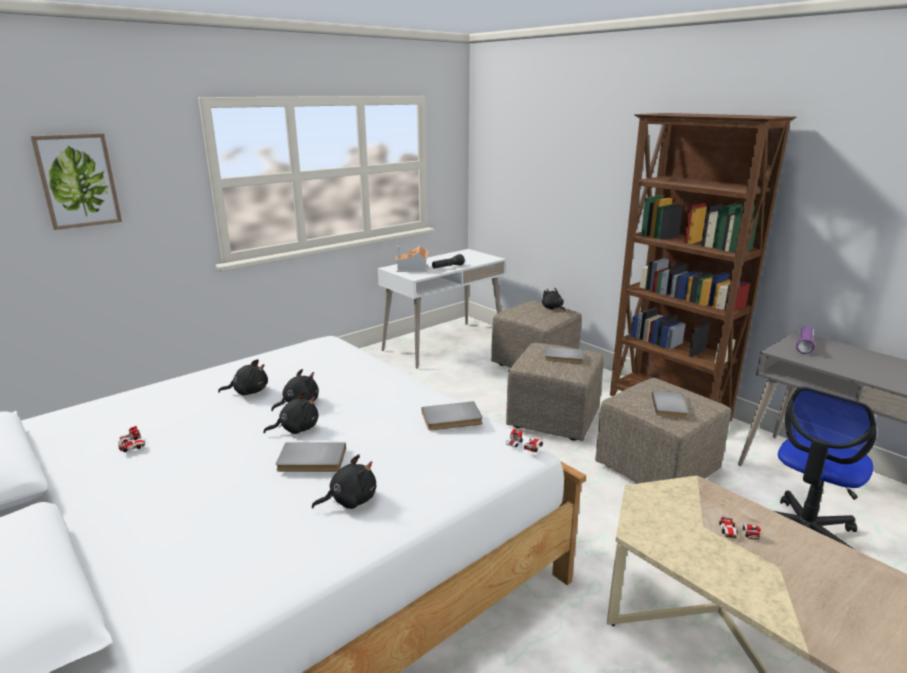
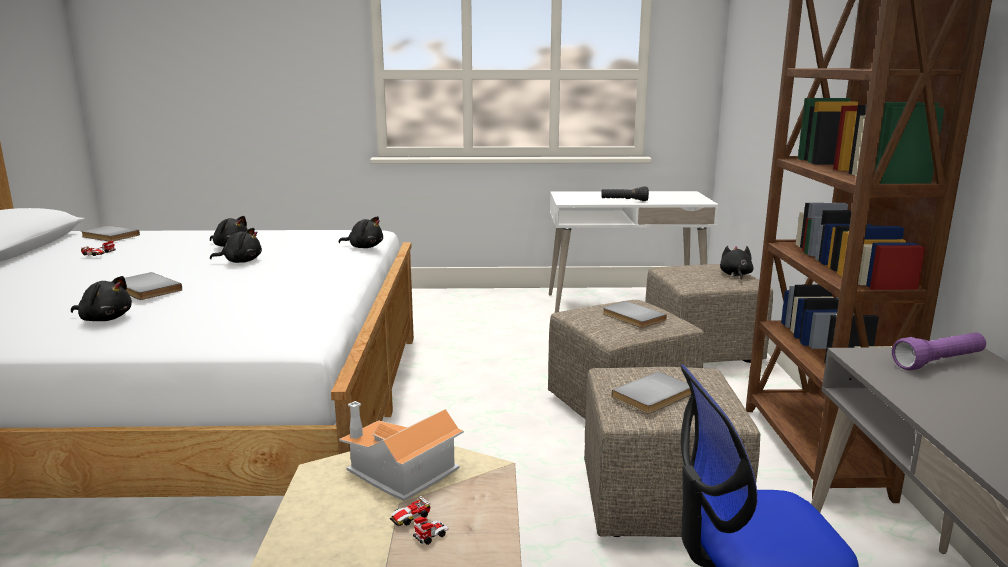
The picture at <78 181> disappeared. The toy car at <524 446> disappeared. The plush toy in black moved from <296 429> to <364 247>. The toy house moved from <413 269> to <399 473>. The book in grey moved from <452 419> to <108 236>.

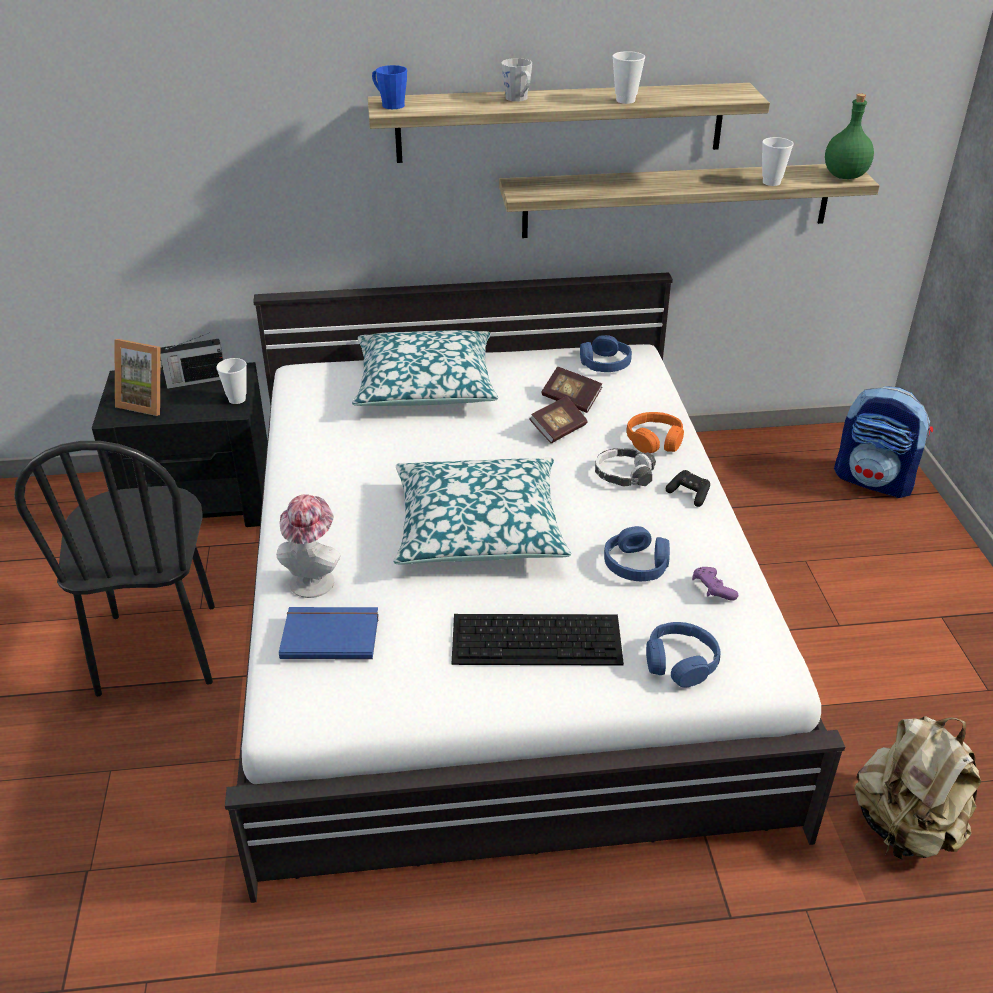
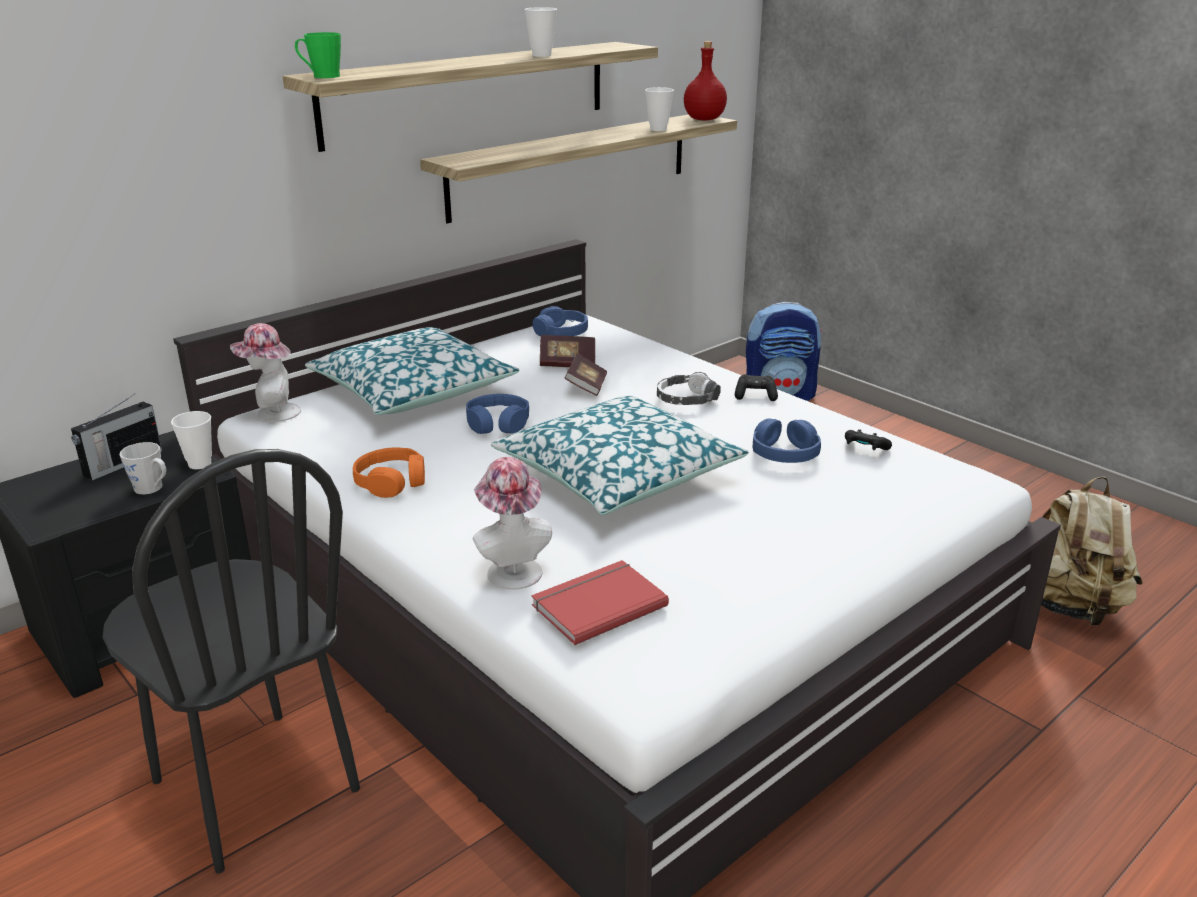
The picture frame at <147 402> disappeared. The keyboard at <538 639> disappeared. The hat at <273 413> appeared. The mug in grey moved from <518 99> to <152 489>. The headphones in orange moved from <654 441> to <391 482>. The headphones in blue moved from <680 662> to <498 423>. The book in blue at <330 634> became the book in red at <597 604>. The mug in blue at <389 104> became the mug in green at <321 76>. The game controller in purple at <712 590> became the game controller in black at <864 449>. The bottle in green at <844 176> became the bottle in red at <704 119>.

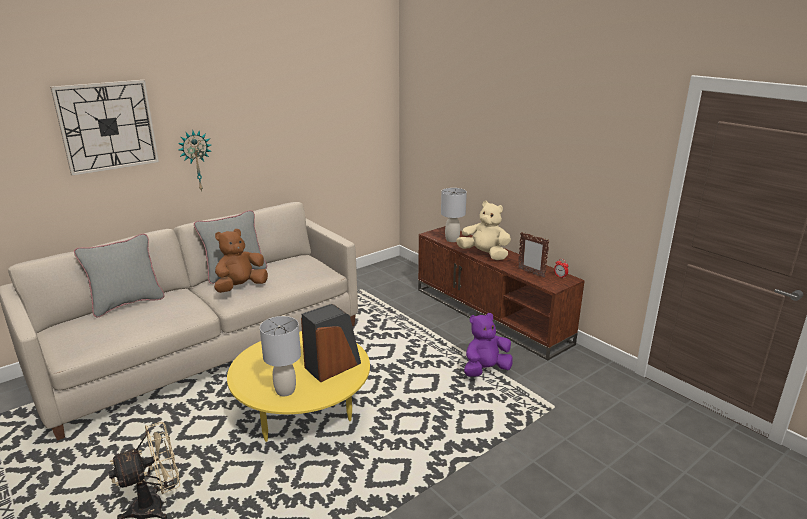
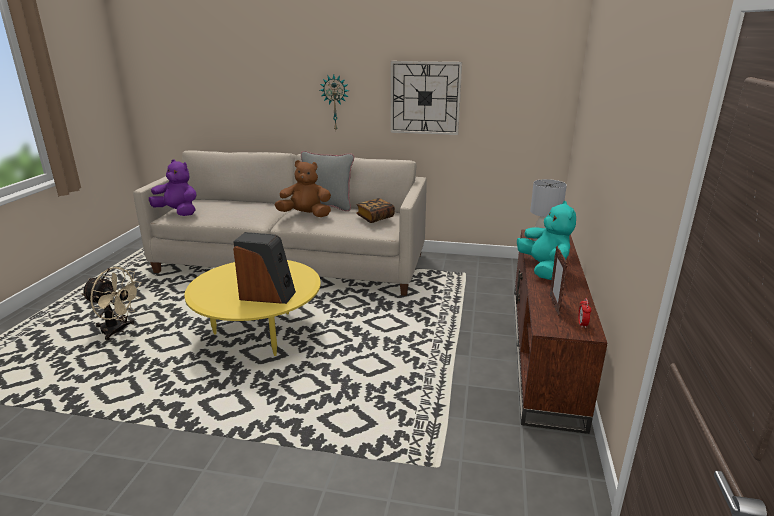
The pillow in grey at <127 303> disappeared. The table lamp in grey at <285 391> disappeared. The book at <375 217> appeared. The wall clock moved from <107 126> to <425 98>. The plush toy in purple moved from <485 370> to <178 212>. The plush toy in beige at <484 254> became the plush toy in turquoise at <544 269>.

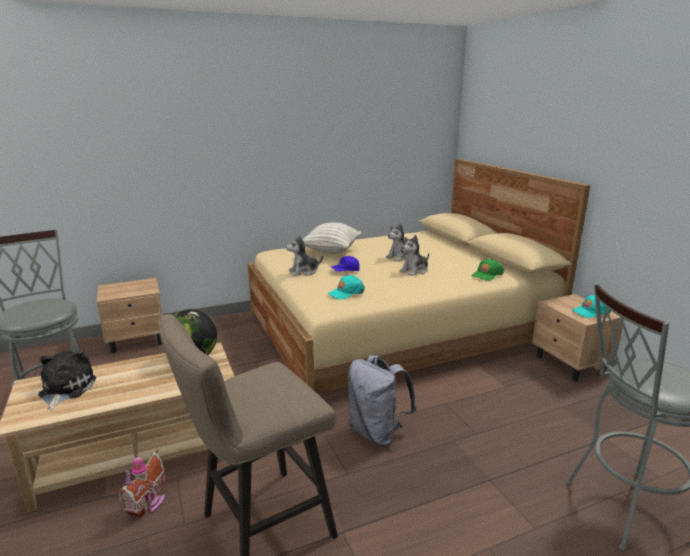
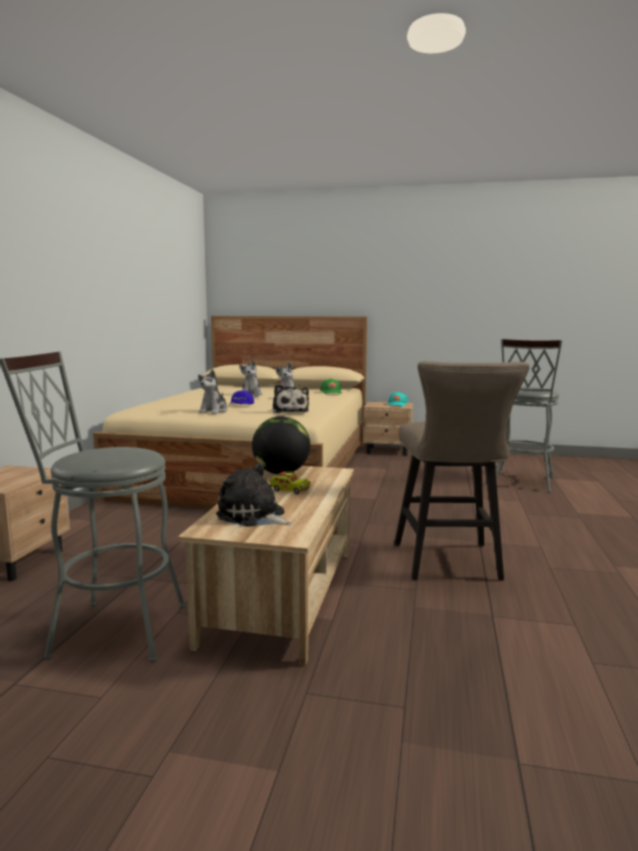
The toy house at <149 503> disappeared. The pillow at <331 251> disappeared. The backpack in grey at <377 432> disappeared. The toy truck at <289 490> appeared. The cap in turquoise at <346 293> was replaced by the plush toy at <290 411>.

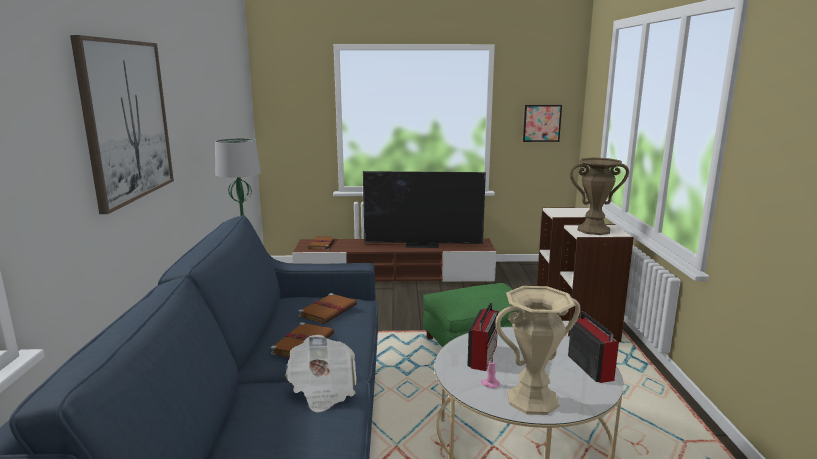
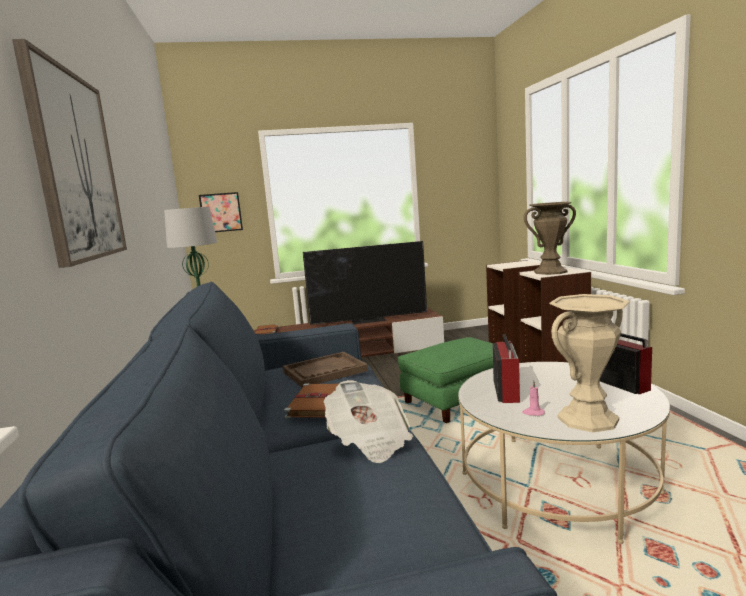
The picture moved from <542 123> to <221 212>. The book in brown at <329 310> was replaced by the tray in brown at <324 371>.

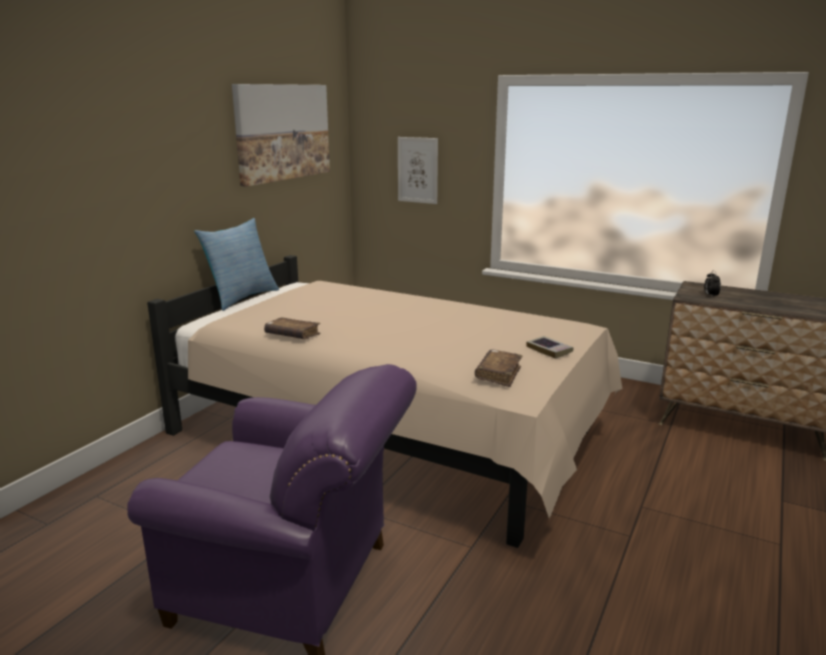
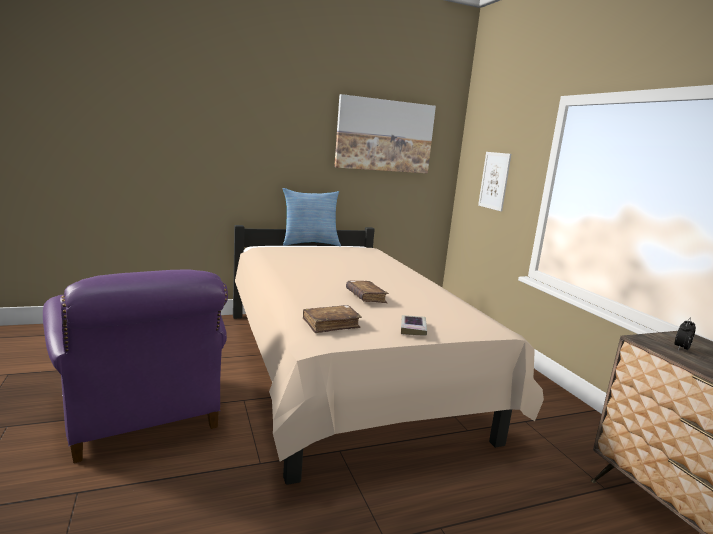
The book in brown moved from <292 335> to <365 297>.

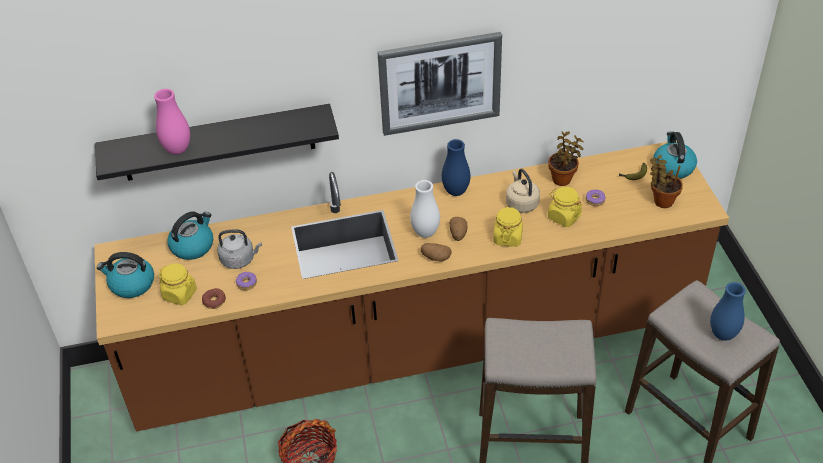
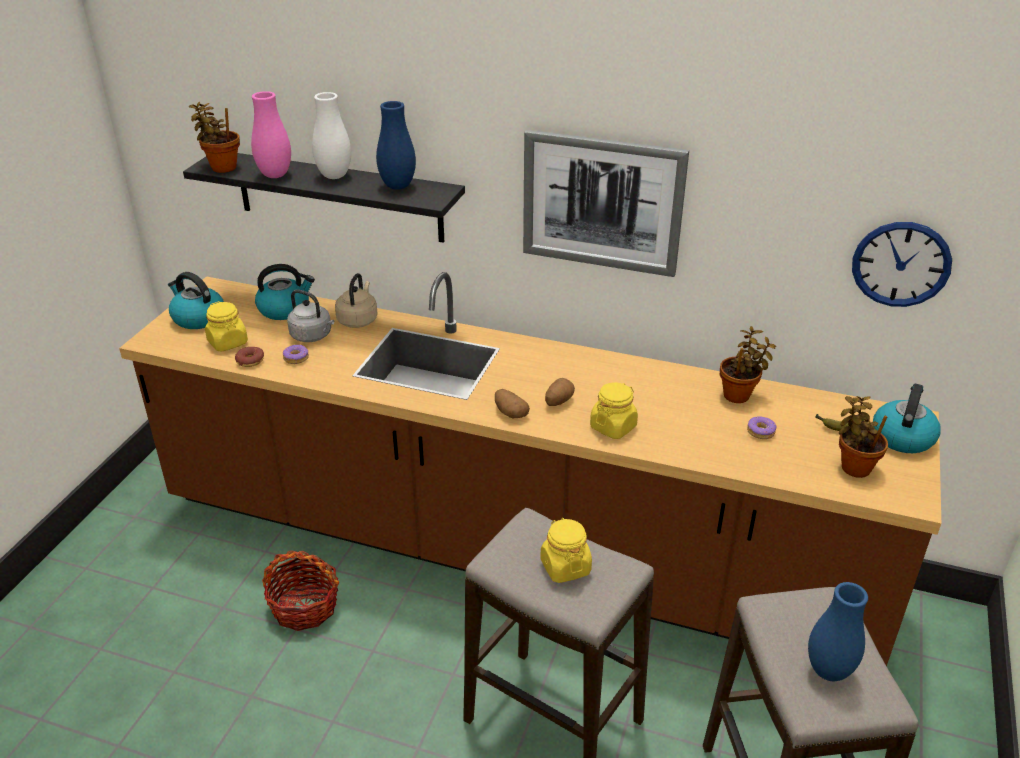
The potted plant at <221 167> appeared. The wall clock at <901 264> appeared. The vase in white moved from <425 233> to <334 176>. The vase in blue moved from <456 191> to <398 186>. The kettle in beige moved from <521 203> to <358 319>. The jar in yellow moved from <563 217> to <565 567>.

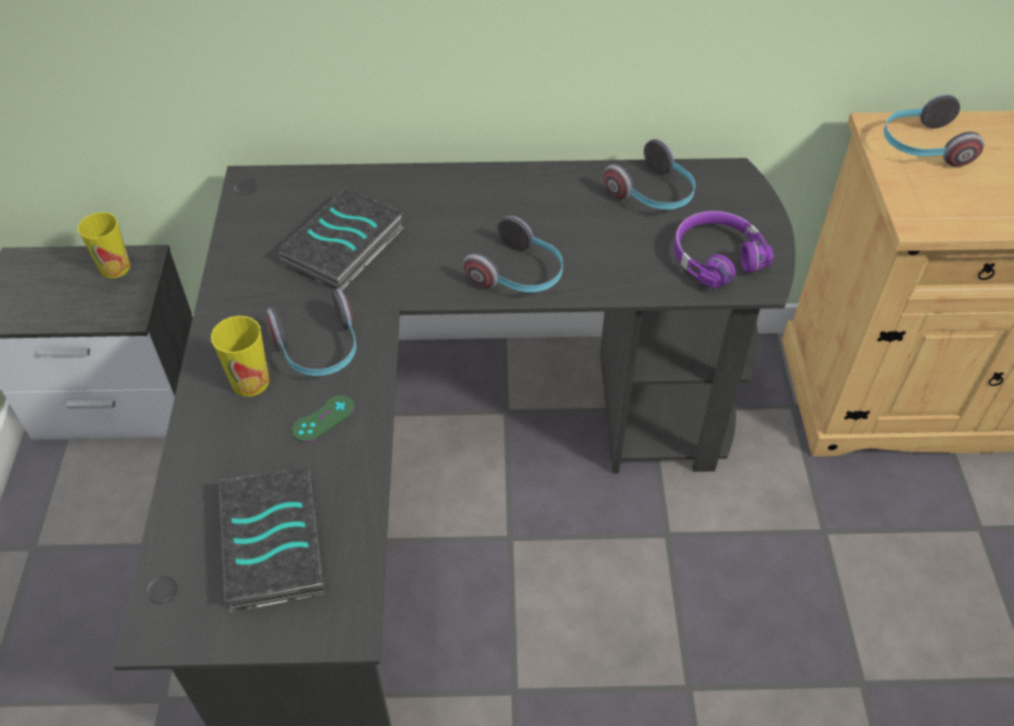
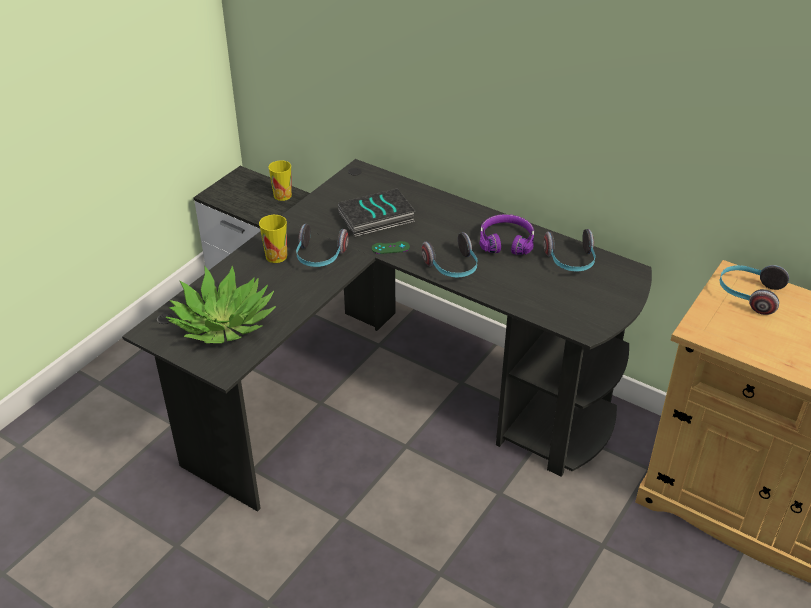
The game controller in green moved from <323 419> to <390 248>. The headphones in purple moved from <715 257> to <506 241>. The book at <270 542> was replaced by the potted plant at <224 323>.

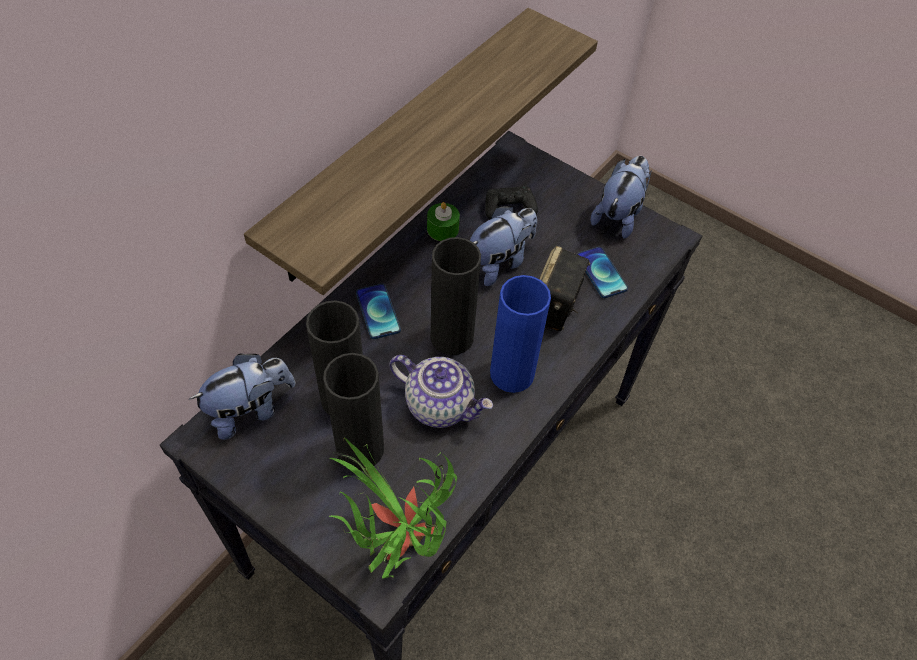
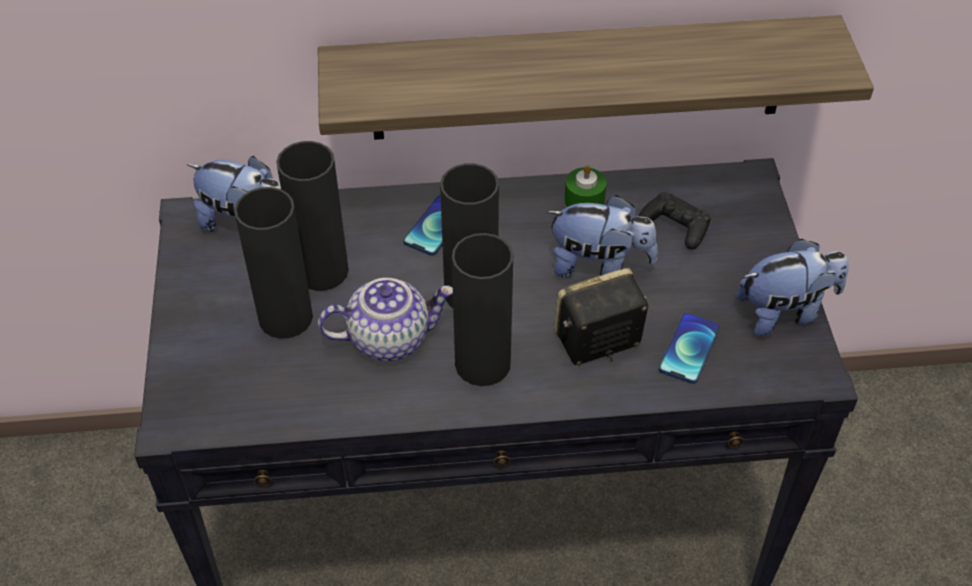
The potted plant at <396 545> disappeared. The vase in blue at <512 373> became the vase in black at <482 364>. The teapot at <440 404> turned 90 degrees counterclockwise.

